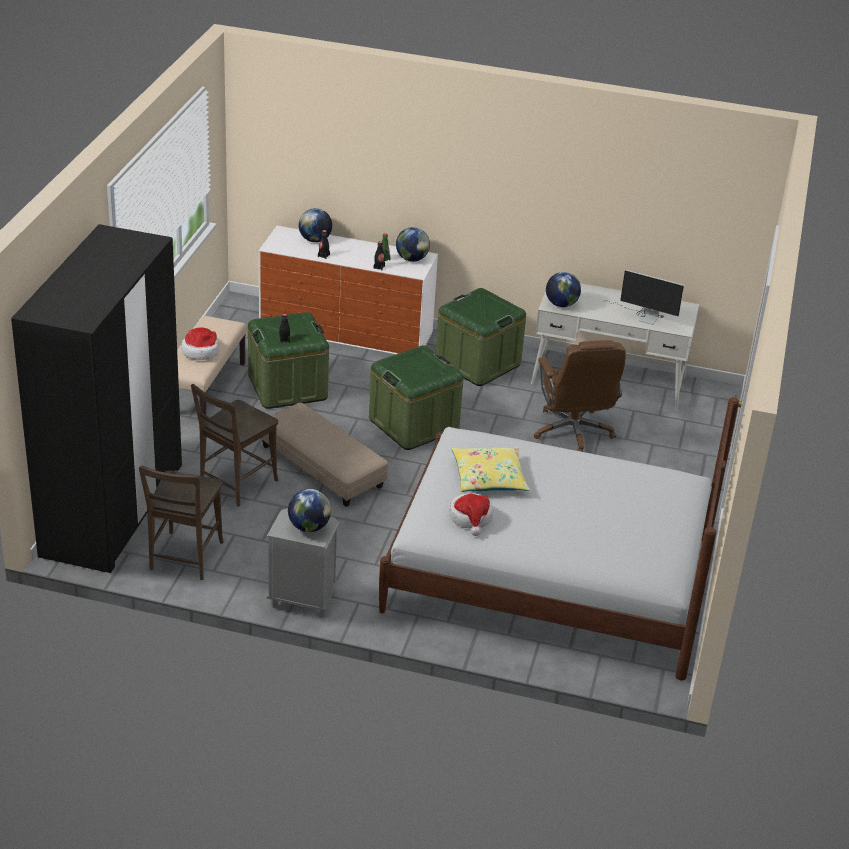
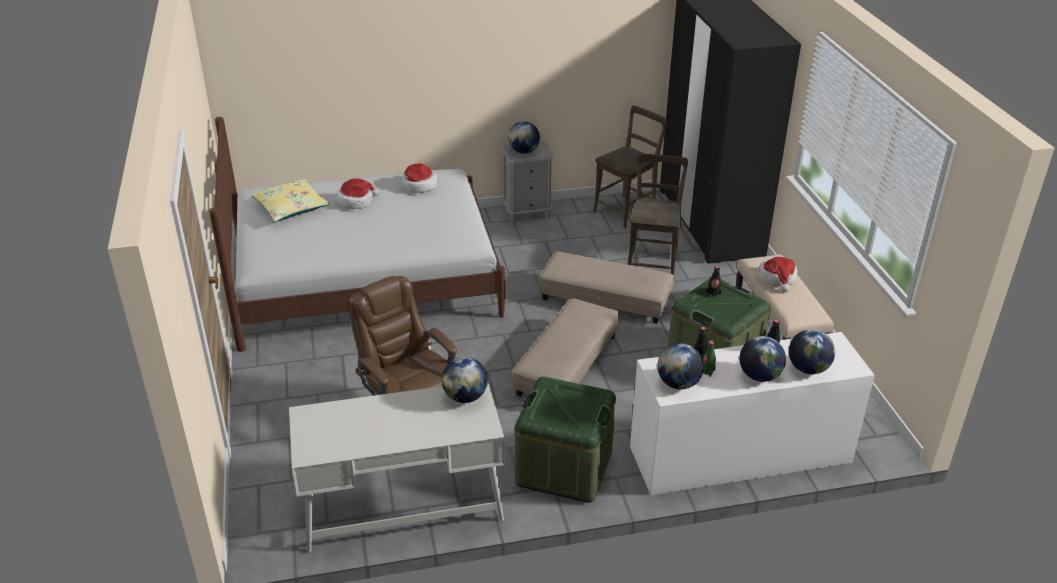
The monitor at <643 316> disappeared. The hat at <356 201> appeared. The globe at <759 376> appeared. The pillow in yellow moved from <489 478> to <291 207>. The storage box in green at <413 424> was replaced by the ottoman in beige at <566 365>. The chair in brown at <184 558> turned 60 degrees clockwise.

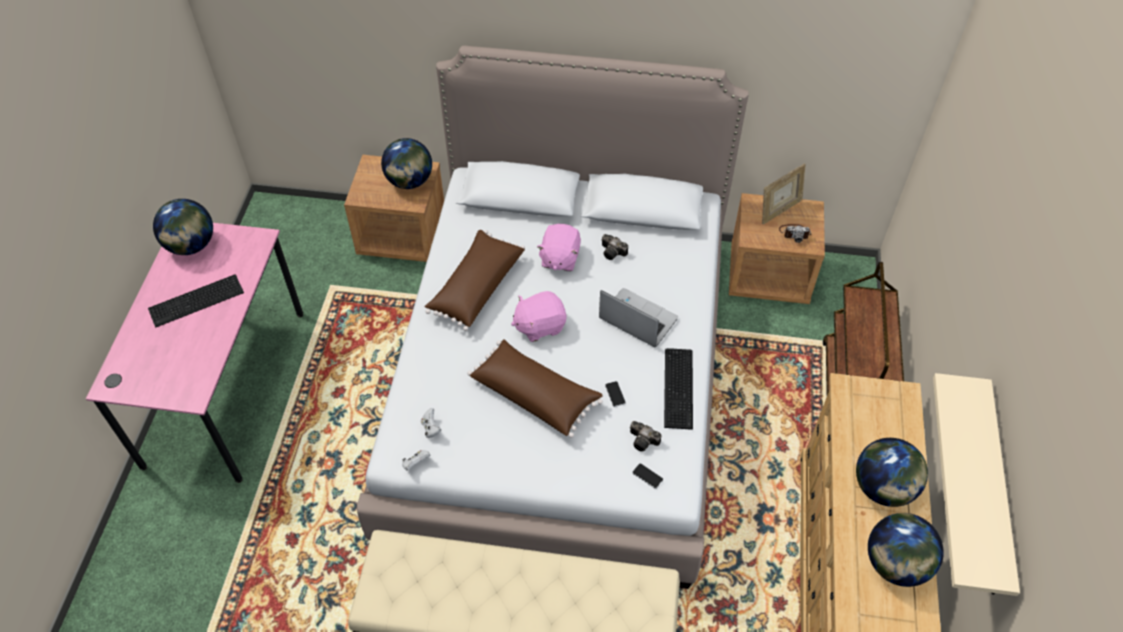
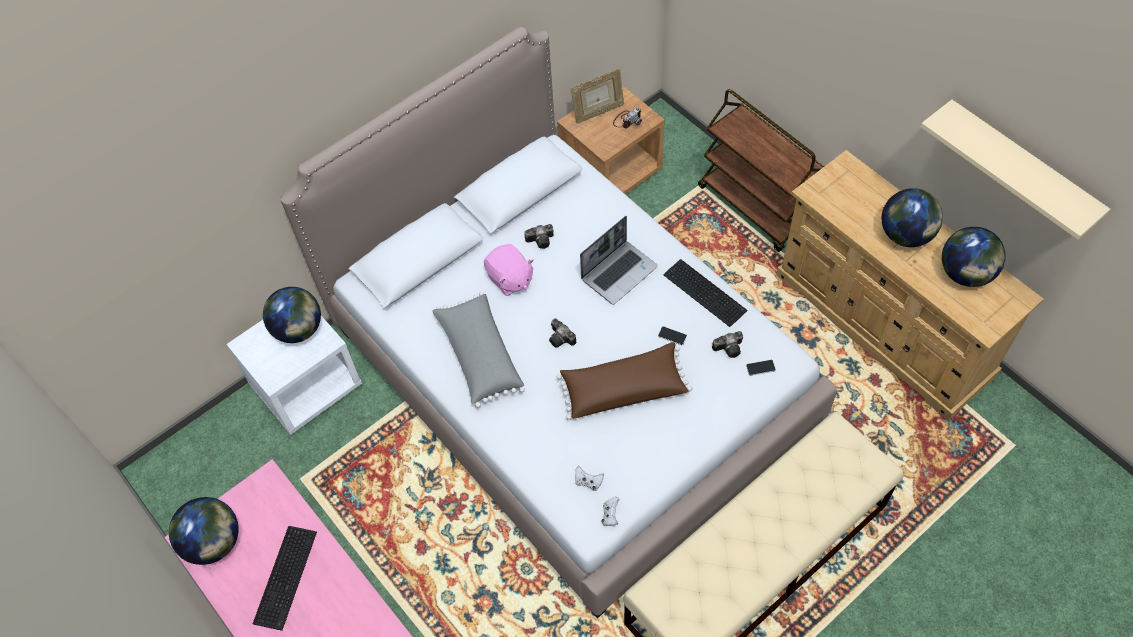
The plush toy in pink at <539 325> was replaced by the photo camera at <562 339>. The nightstand in brown at <403 236> became the nightstand in white at <307 386>. The pillow in brown at <475 287> became the pillow in grey at <479 356>. The laptop at <636 319> turned 150 degrees clockwise. The picture frame at <779 211> turned 60 degrees clockwise.

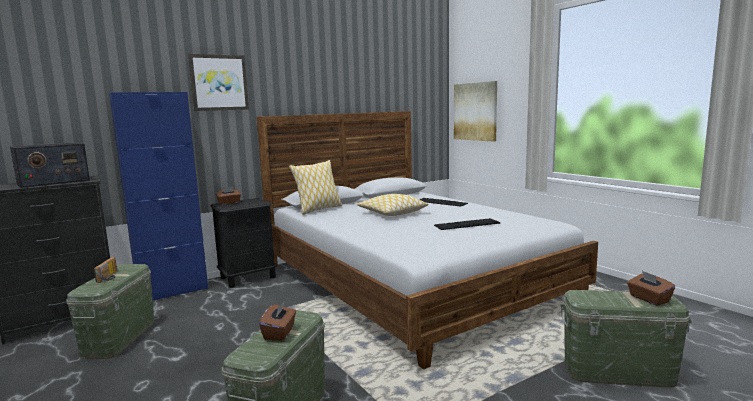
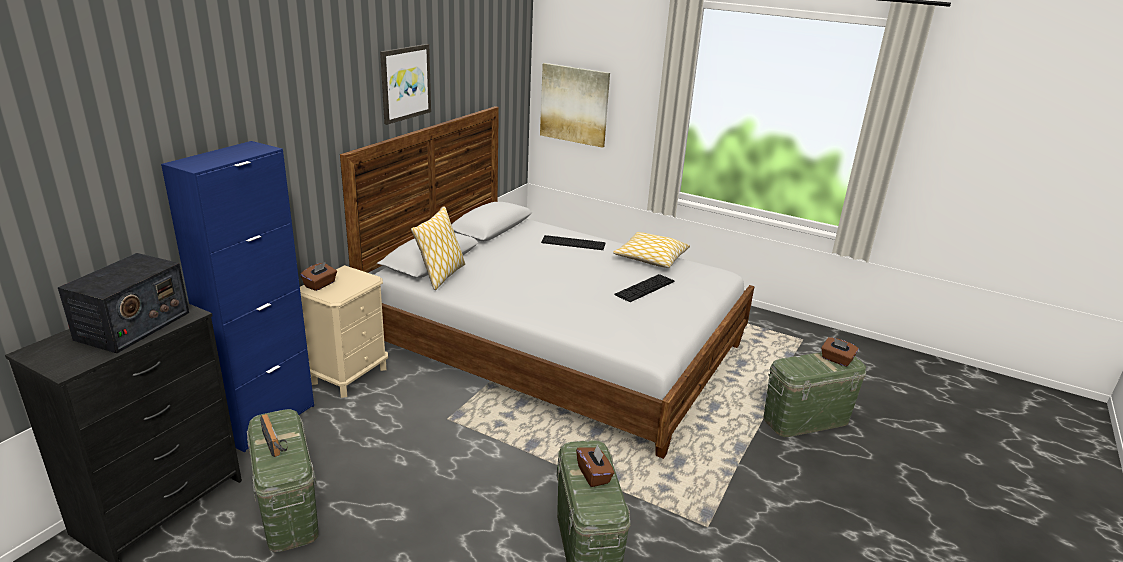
The picture moved from <219 82> to <405 83>. The pillow moved from <392 213> to <651 258>. The nightstand in black at <248 277> became the nightstand in beige at <349 375>.

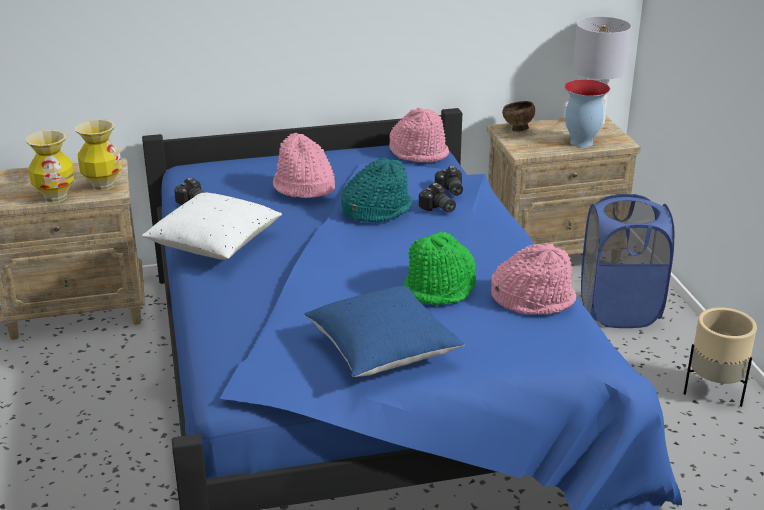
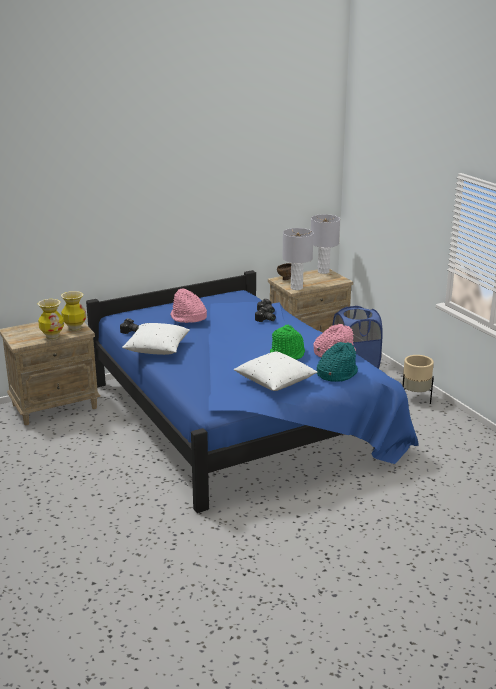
The hat in pink at <419 153> disappeared. The vase at <580 142> disappeared. The table lamp in grey at <296 288> appeared. The hat in turquoise moved from <376 209> to <336 374>. The pillow in blue at <382 351> became the pillow in white at <275 382>.

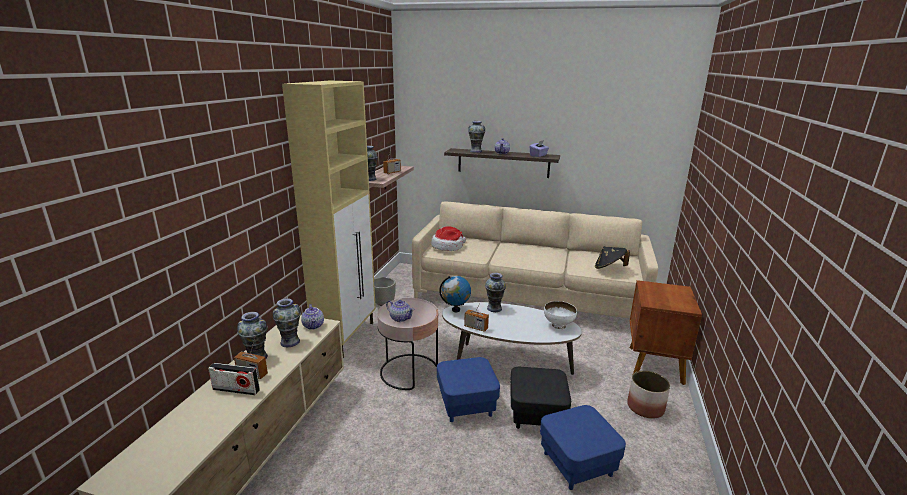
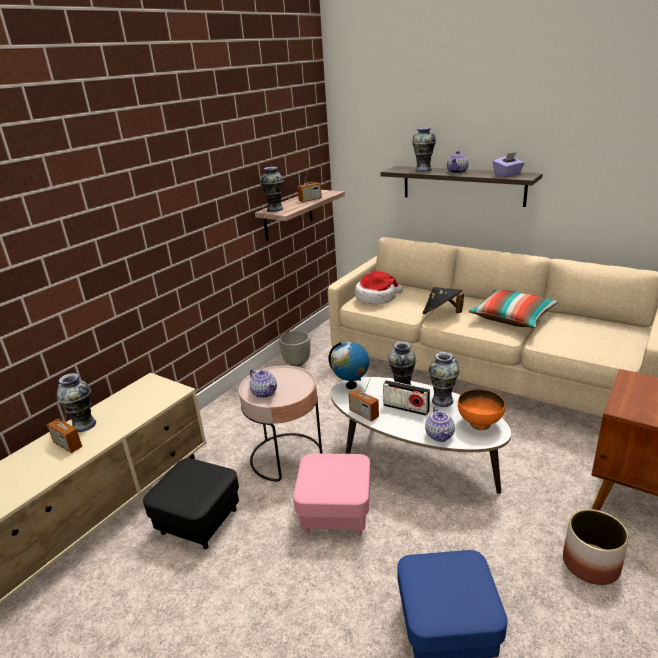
The cabinet in beige at <346 337> disappeared. The pillow at <512 318> appeared. The radio moved from <236 390> to <406 408>. The vase moved from <290 342> to <442 400>. The teapot moved from <314 326> to <440 435>. The ottoman in black moved from <537 414> to <199 521>. The hat in black moved from <609 268> to <442 315>. The ottoman in blue at <466 404> became the ottoman in pink at <335 513>. The bowl in white at <558 325> became the bowl in orange at <479 424>.

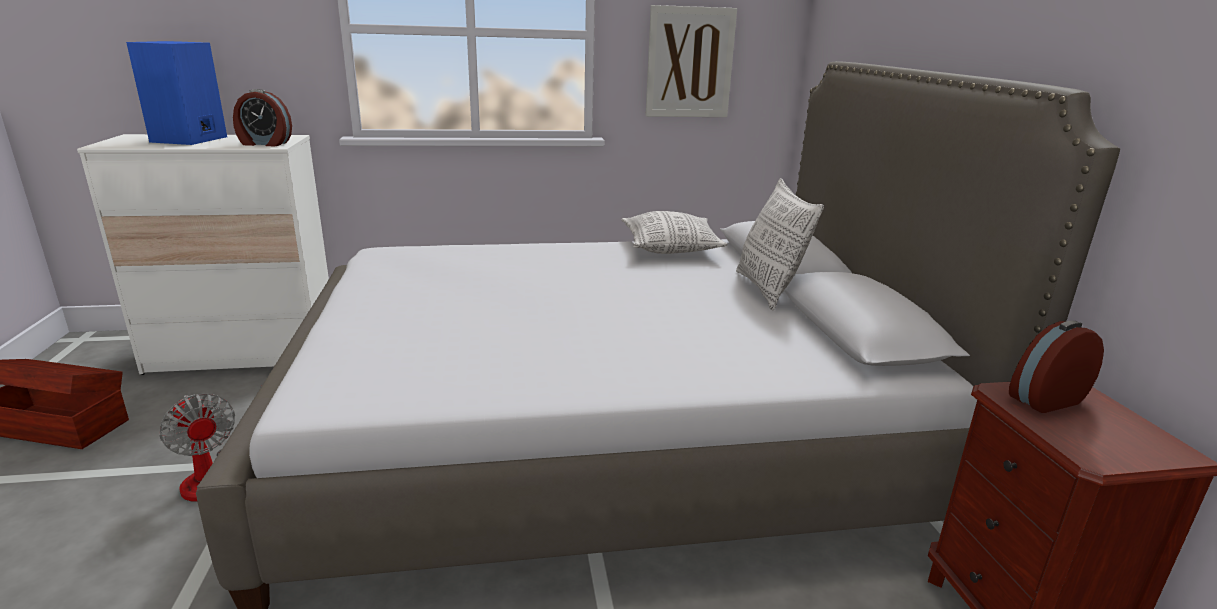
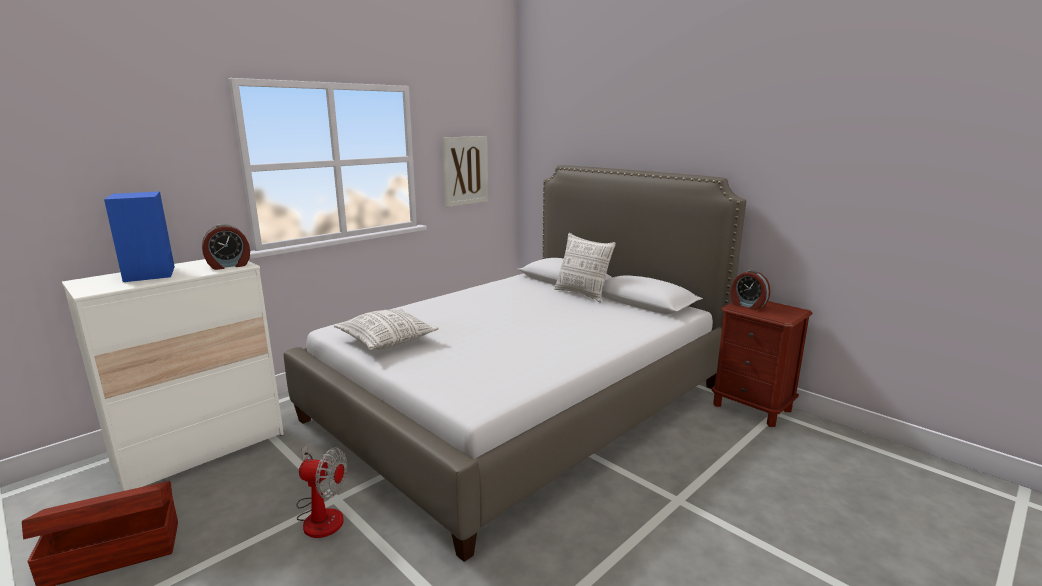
The pillow moved from <671 248> to <387 340>. The alarm clock at <1044 399> turned 75 degrees counterclockwise.

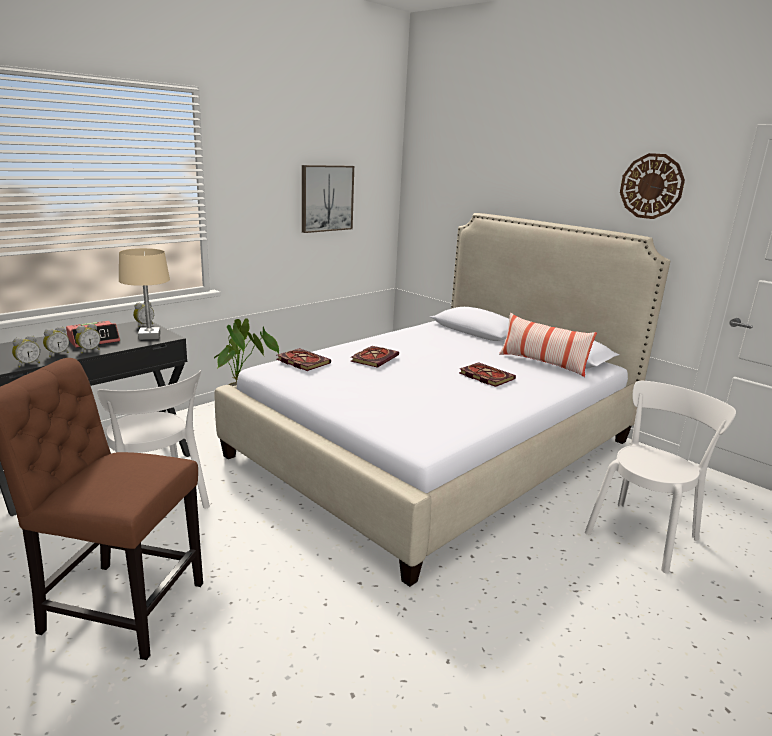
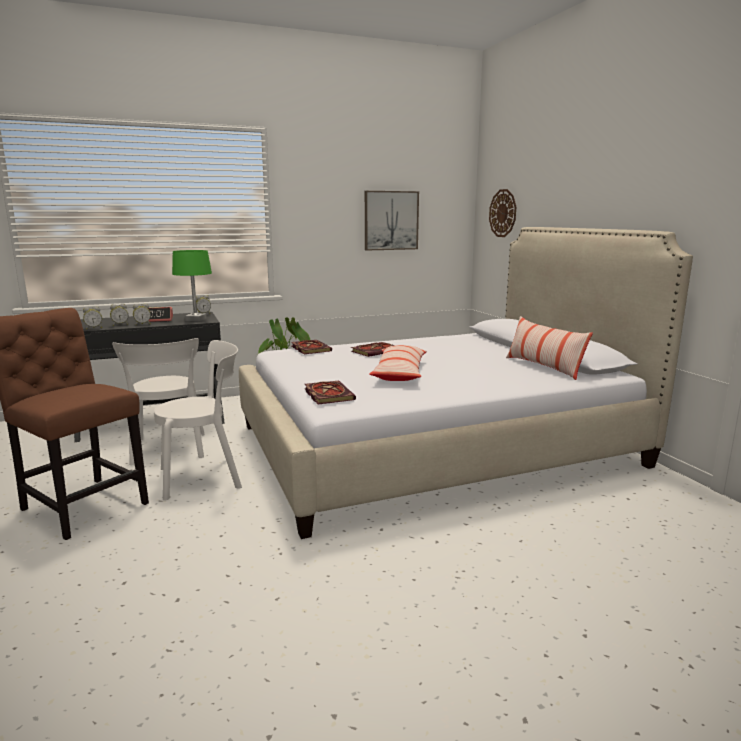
The pillow at <399 373> appeared. The book moved from <484 376> to <327 394>. The chair in white moved from <643 533> to <205 476>. The wall clock moved from <651 186> to <503 213>. The table lamp in beige at <149 336> became the table lamp in green at <196 320>.

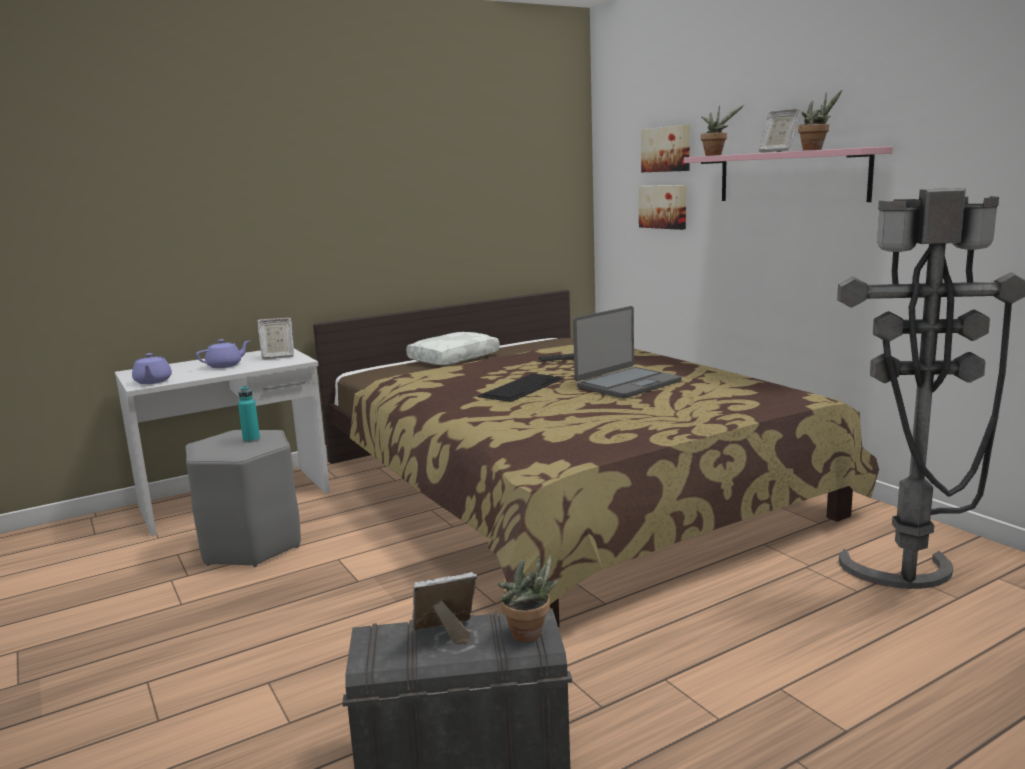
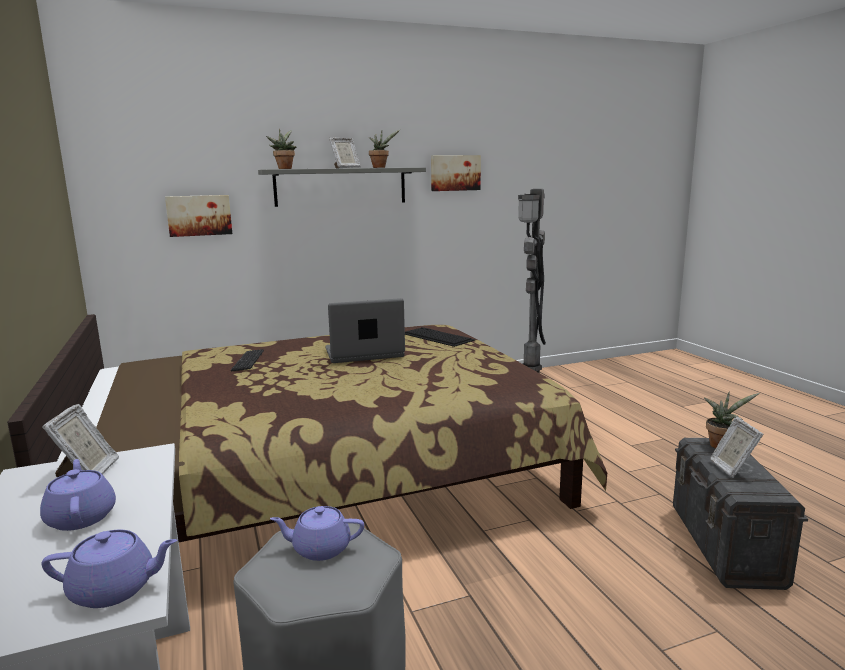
The pillow in white at <453 358> disappeared. The keyboard moved from <522 387> to <436 336>. The picture moved from <667 149> to <455 173>. The bottle in turquoise at <251 440> was replaced by the teapot in purple at <320 548>. The shelf in pink at <791 176> became the shelf in grey at <341 186>. The laptop at <627 384> turned 75 degrees counterclockwise.

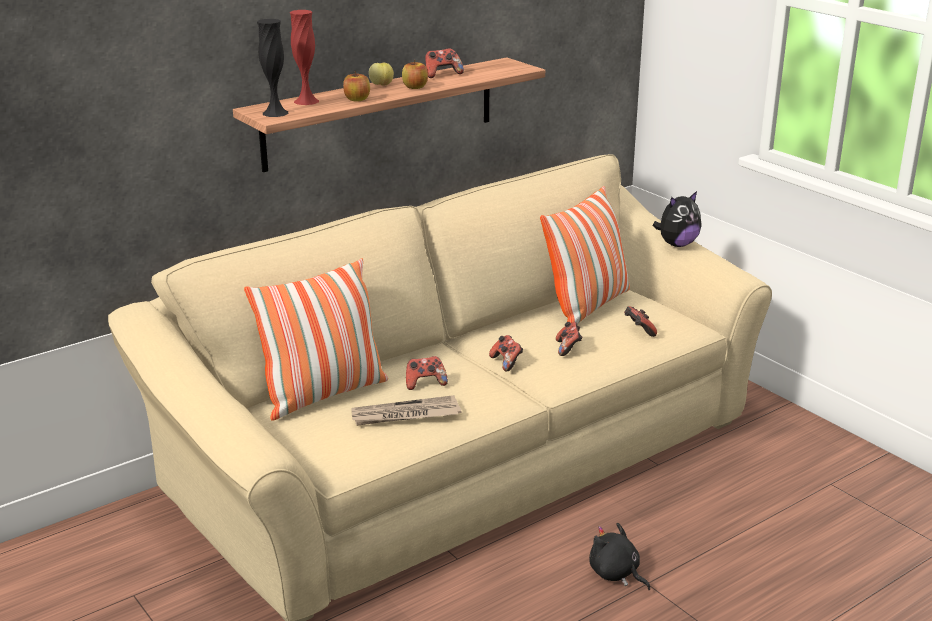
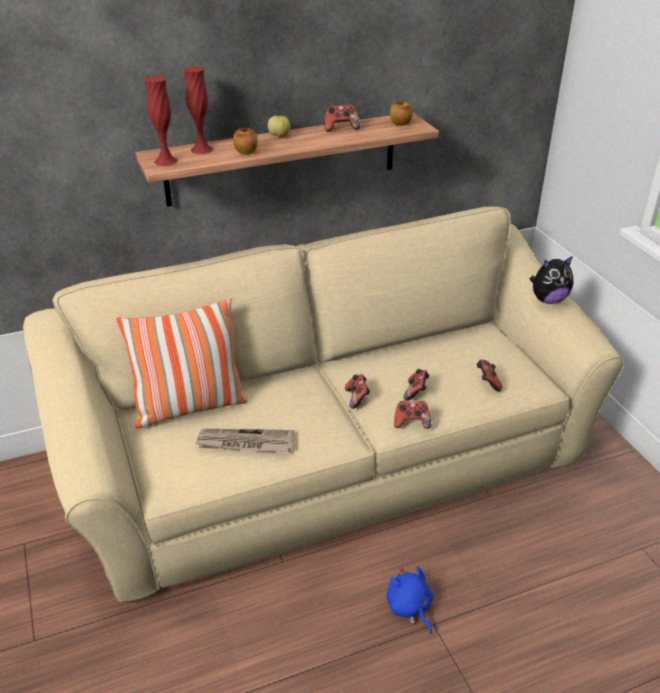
The pillow at <587 306> disappeared. The apple moved from <415 87> to <400 123>. The game controller moved from <425 383> to <411 422>. The vase in black at <275 113> became the vase in red at <166 161>. The plush toy in black at <616 574> became the plush toy in blue at <409 608>.

